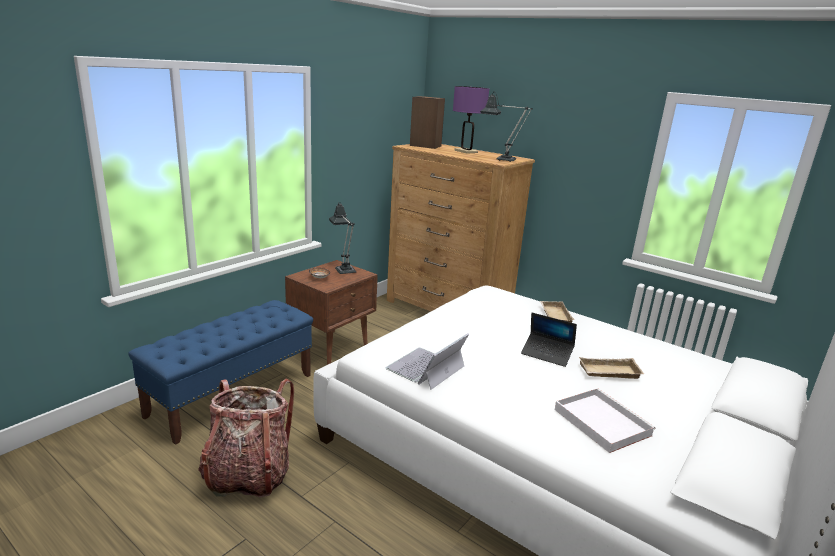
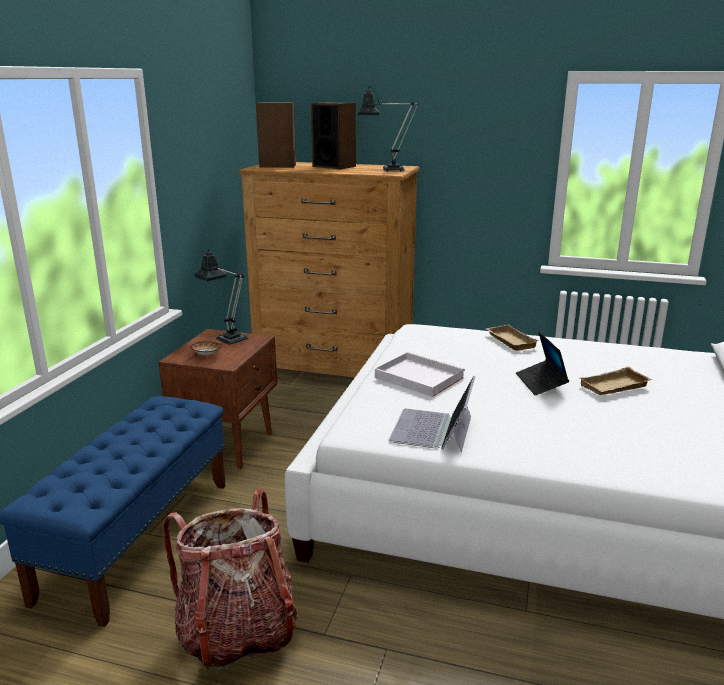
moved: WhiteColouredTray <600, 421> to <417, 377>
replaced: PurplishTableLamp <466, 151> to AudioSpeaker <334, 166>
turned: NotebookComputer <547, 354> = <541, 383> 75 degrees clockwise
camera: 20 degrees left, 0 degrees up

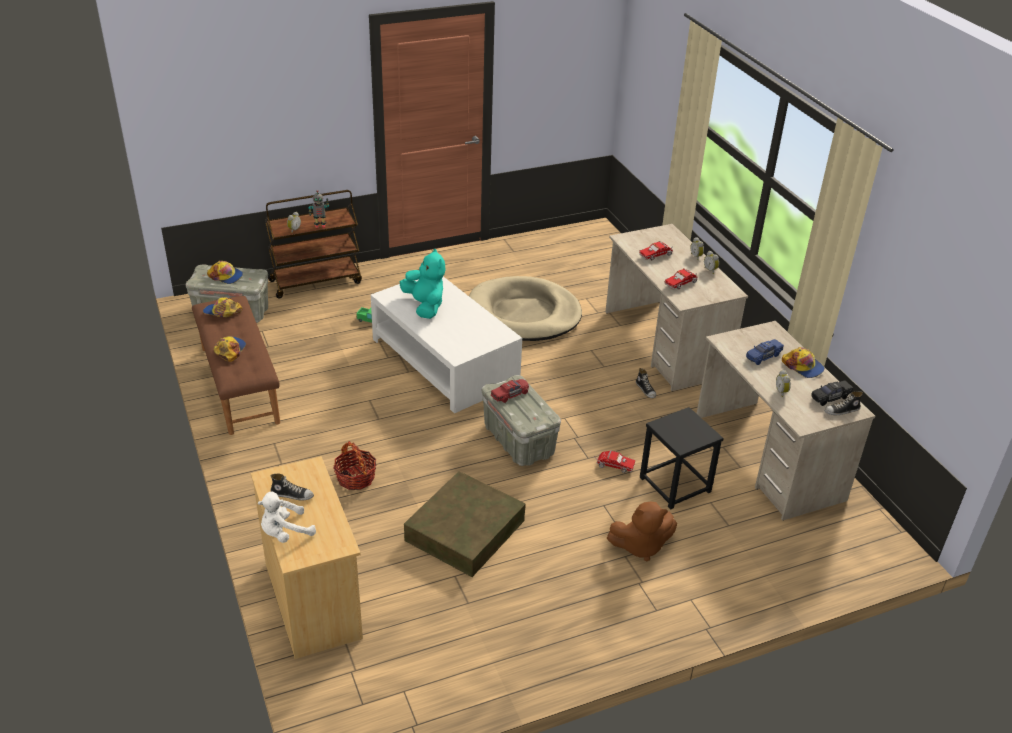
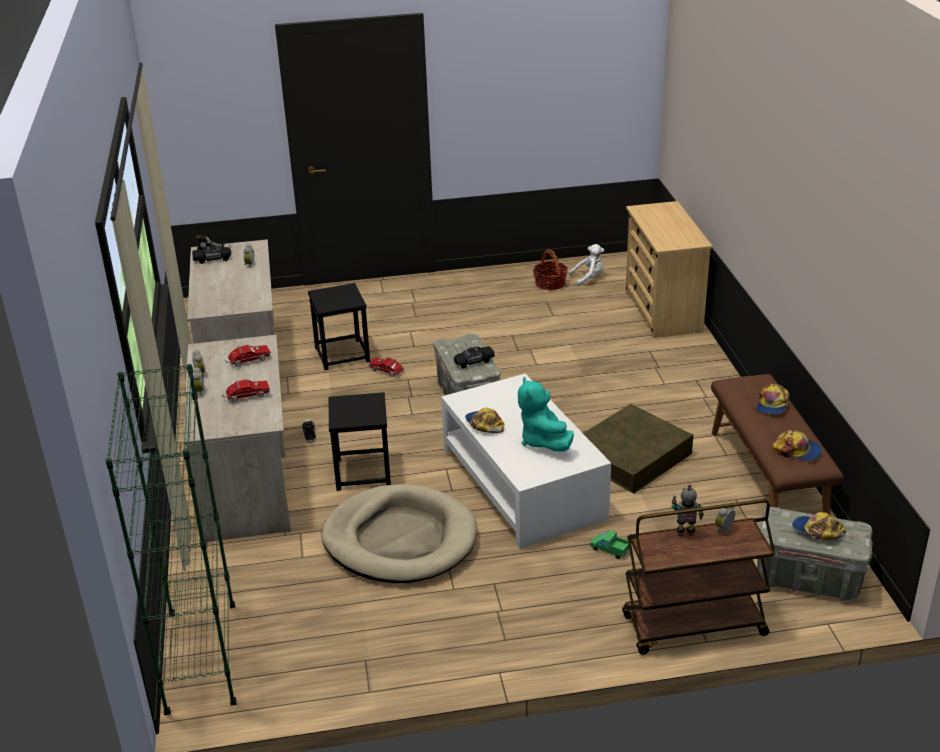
removed: Shoe <292, 494>; BrownishCuddlyToy <640, 546>; BlueColouredModelCar <763, 356>
added: GreenColouredShelvingUnit <201, 659>; BlackStoolSeat <363, 472>
moved: PeakedCap <803, 366> to <484, 424>; StorageBasket <355, 478> to <550, 283>; WhiteColouredCuddlyToy <285, 533> to <588, 278>; BrownishStorageBox <465, 530> to <631, 456>
recoloured: ReddishModelCar <510, 395> to BlackModelCar <474, 361>
camera: 165 degrees left, 5 degrees down

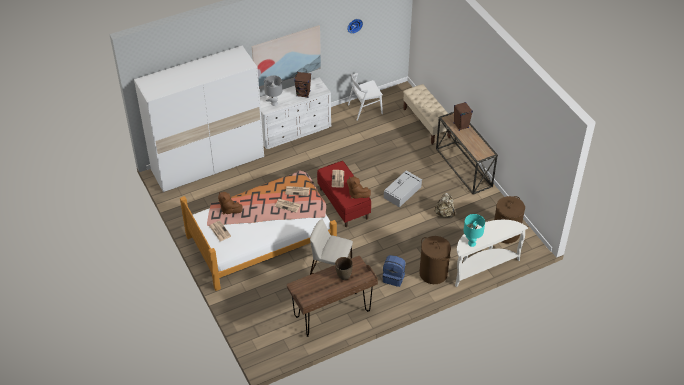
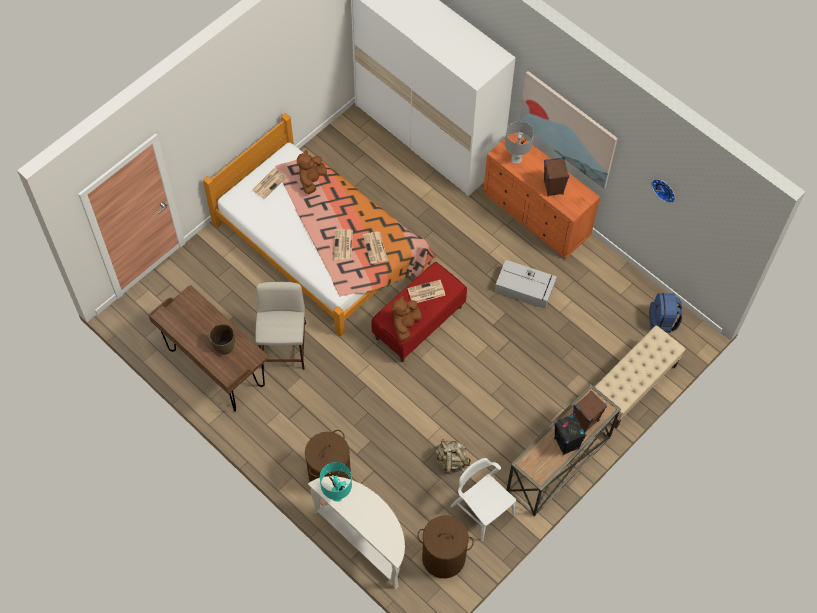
added: BlackAudioSpeaker <566, 443>
moved: WhiteColouredPlainChair <364, 109> to <482, 510>; GreyStorageBox <403, 192> to <525, 288>; BlueColouredRucksack <394, 278> to <662, 321>
recoloured: WhiteColouredDresser <294, 130> to OrangeyDresser <537, 215>
camera: 70 degrees right, 15 degrees up

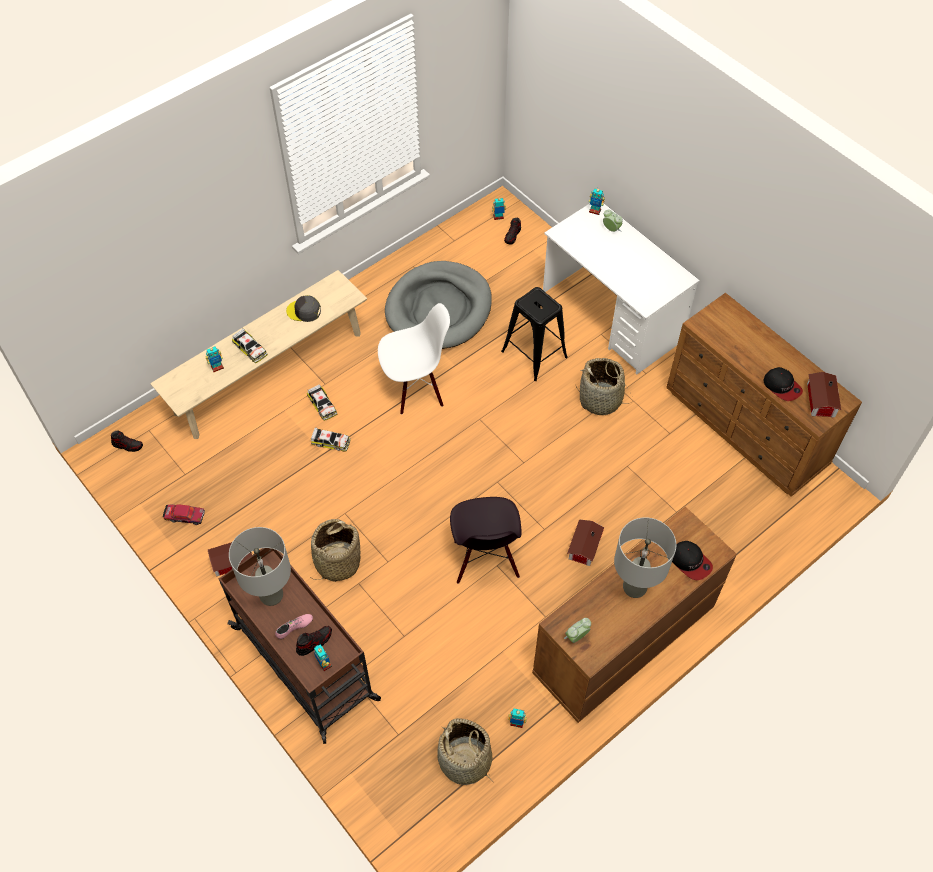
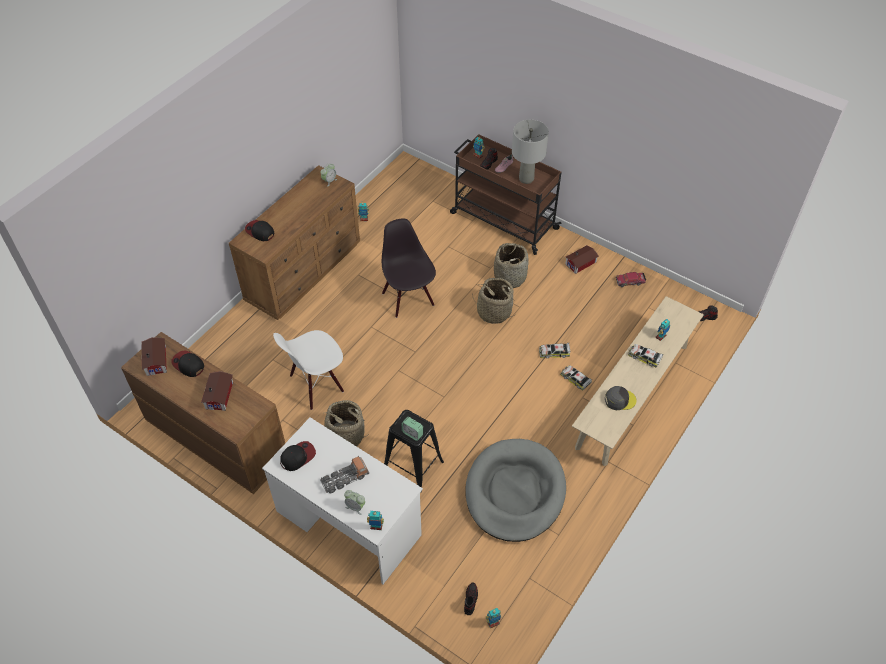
removed: GreyTableLamp <635, 587>
added: PeakedCap <298, 457>; ToyTruck <345, 479>; TableClock <412, 433>
moved: ToyHouse <583, 547> to <220, 394>; WhiteColouredPlainChair <415, 389> to <316, 384>; StorageBasket <465, 761> to <494, 312>
camera: 165 degrees right, 5 degrees down

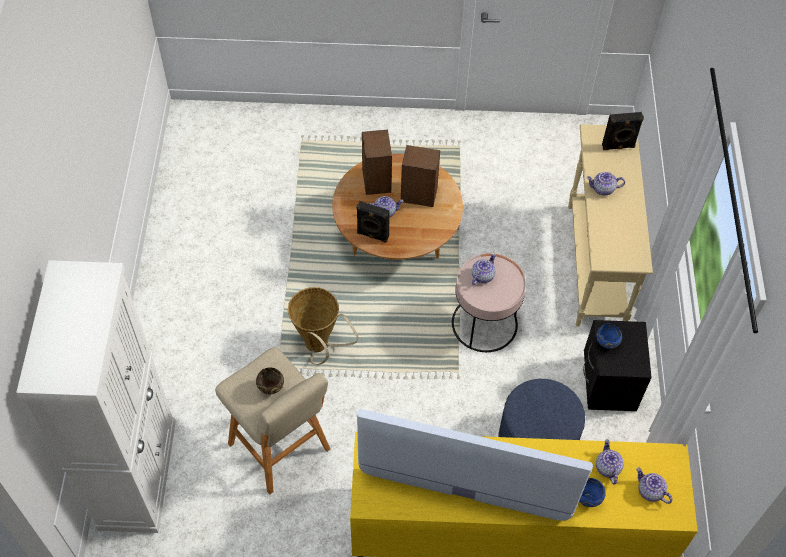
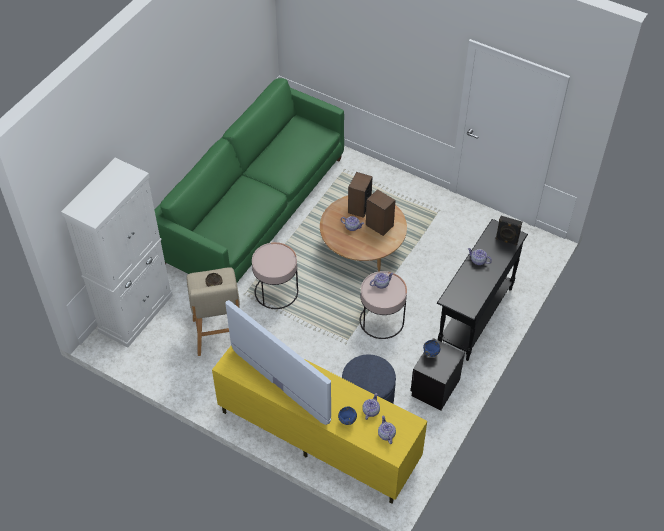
removed: BlackAudioSpeaker <372, 235>
added: GreenColouredSettee <254, 209>
replaced: StorageBasket <319, 348> to PinkColouredAccentTable <276, 291>
recoloured: BeigeNarrowTable <595, 265> to BlackNarrowTable <474, 317>
camera: 30 degrees right, 5 degrees down

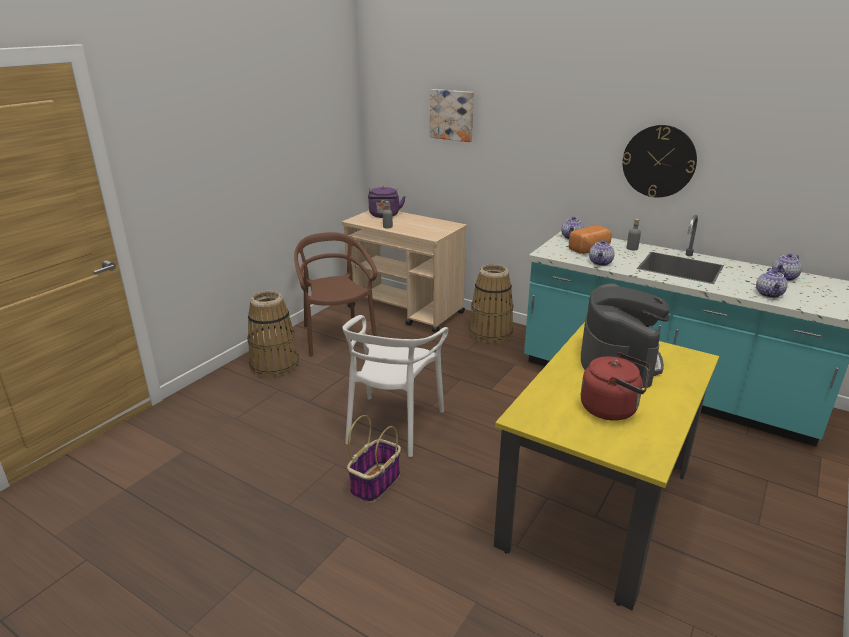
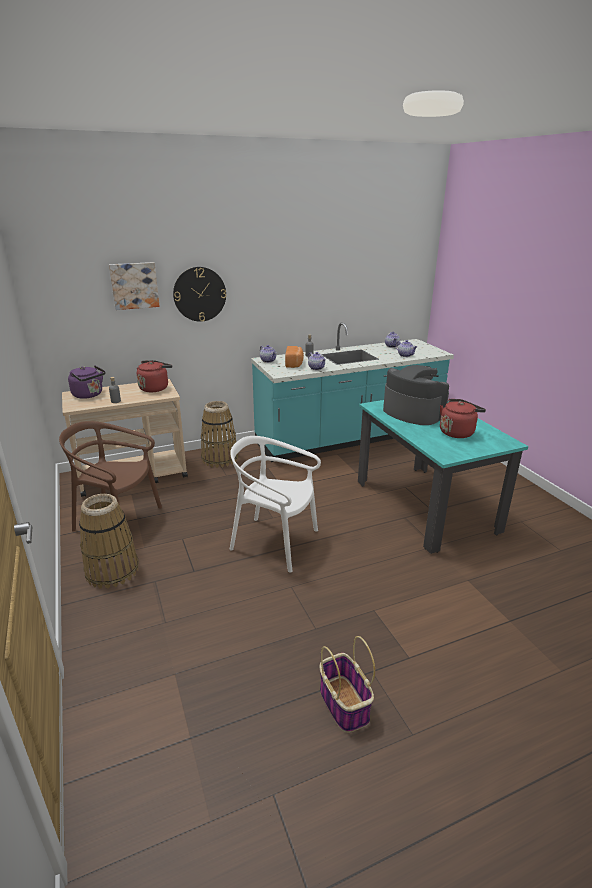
added: ReddishWaterKettle <155, 388>
moved: ClockOnTheWall <659, 161> to <199, 294>; StorageBasket <375, 482> to <343, 703>
recoloured: YellowDinnerTable <597, 506> to TurquoiseColouredDinnerTable <425, 506>
turned: WhiteColouredPlainChair <393, 425> = <275, 542> 150 degrees clockwise
camera: 55 degrees left, 0 degrees up

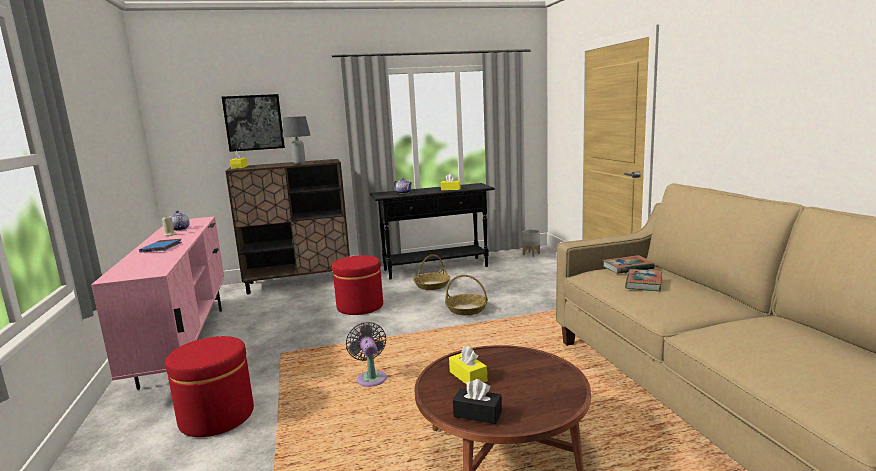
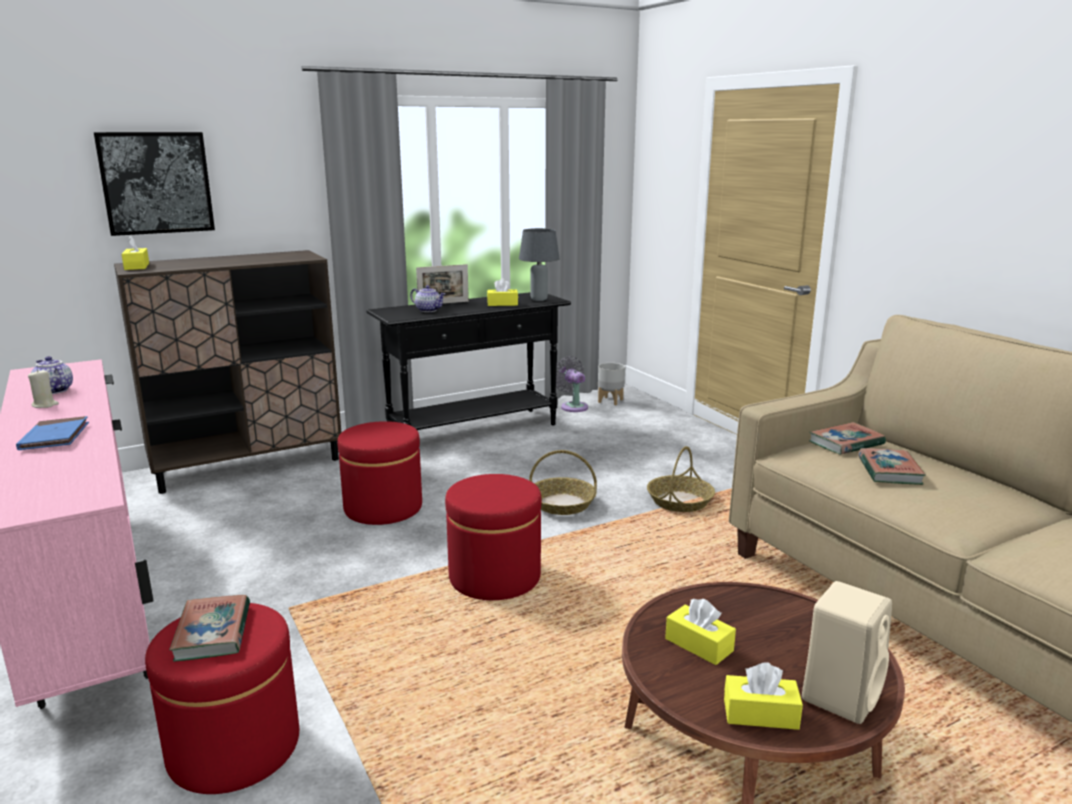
added: Volume <213, 632>; StandingFrame <443, 303>; ReddishOttoman <494, 577>; BeigeAudioSpeaker <841, 694>
moved: GreyTableLamp <299, 164> to <539, 299>; GreyFan <371, 378> to <572, 406>; StorageBasket <432, 285> to <680, 501>
recoloured: BlackTissueBox <477, 414> to YellowTissueBox <760, 714>
camera: 15 degrees left, 5 degrees up

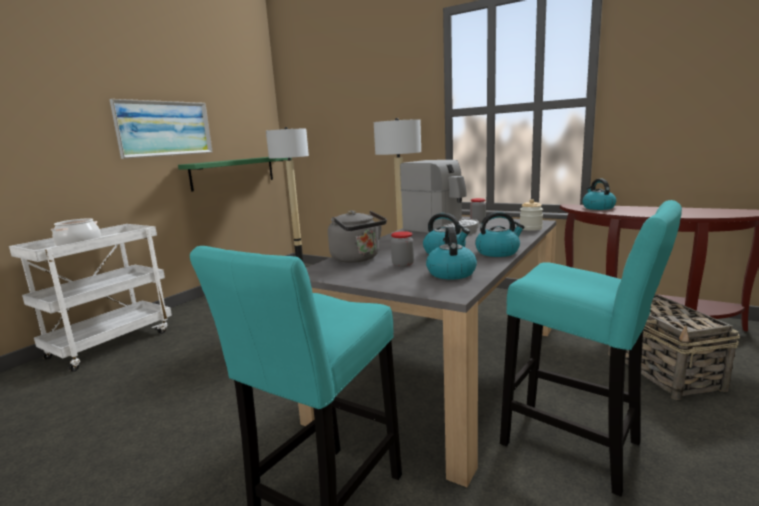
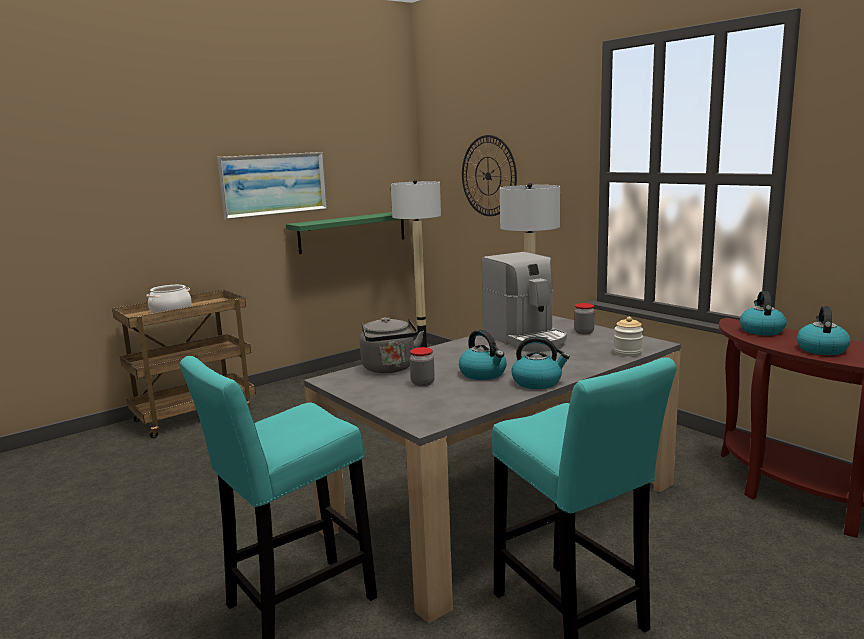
removed: StorageBasket <663, 371>
added: ClockOnTheWall <488, 176>
moved: WaterKettle <450, 273> to <821, 349>
recoloured: WhiteColouredWheeledCart <111, 343> to BrownishWheeledCart <195, 415>
camera: 20 degrees right, 0 degrees up

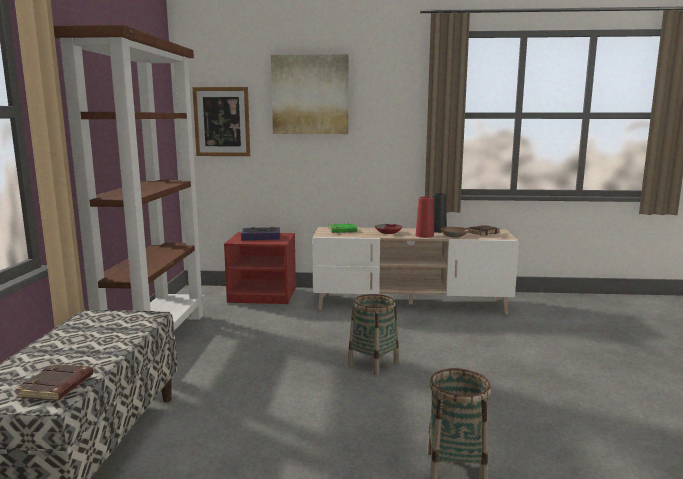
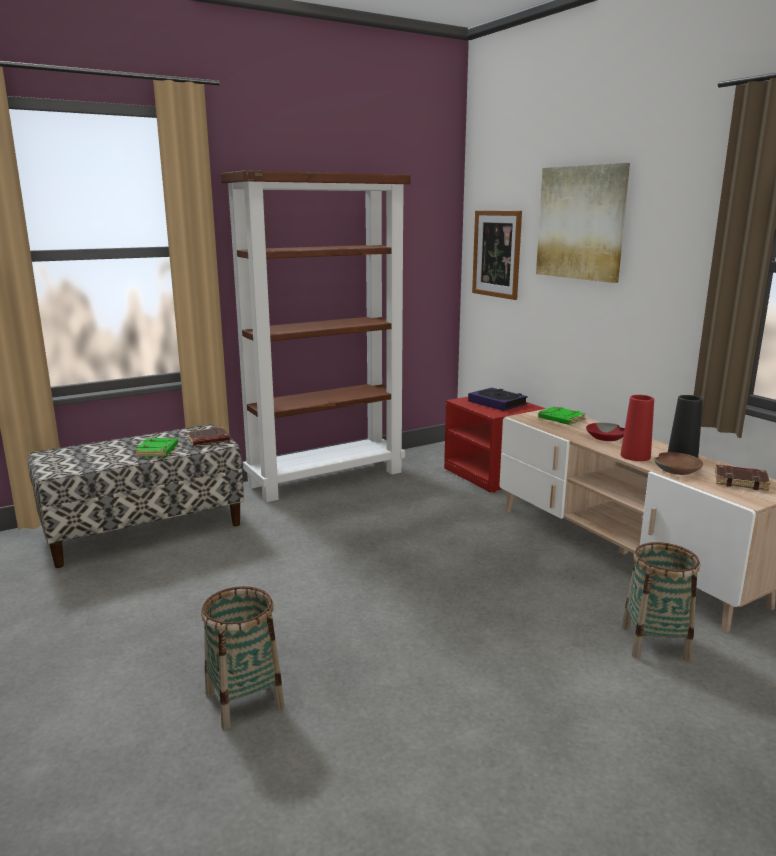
added: GreenColouredVolume <157, 451>
moved: BrownishVolume <57, 387> to <208, 440>; StorageBasket <373, 363> to <655, 643>
camera: 55 degrees right, 5 degrees up

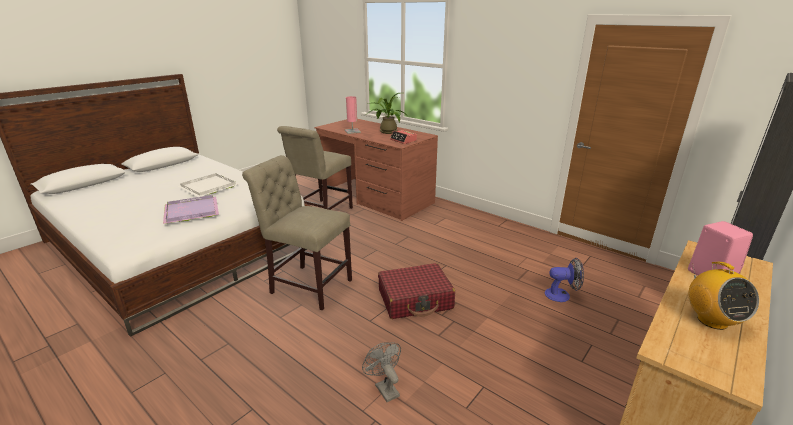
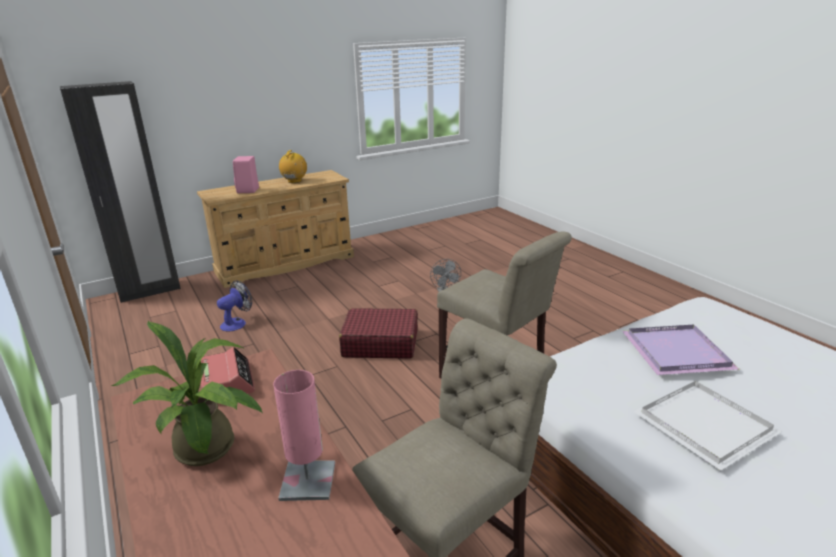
turned: Fan <561, 295> = <237, 323> 105 degrees clockwise
camera: 160 degrees left, 0 degrees up

